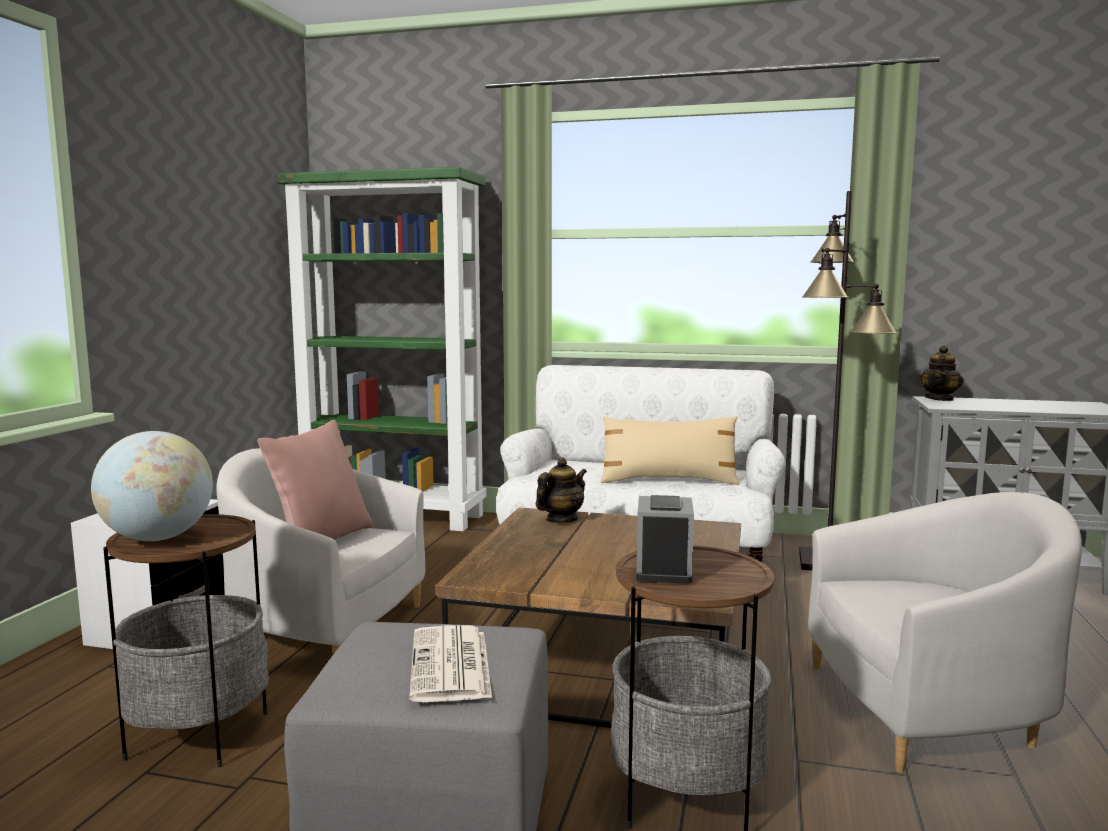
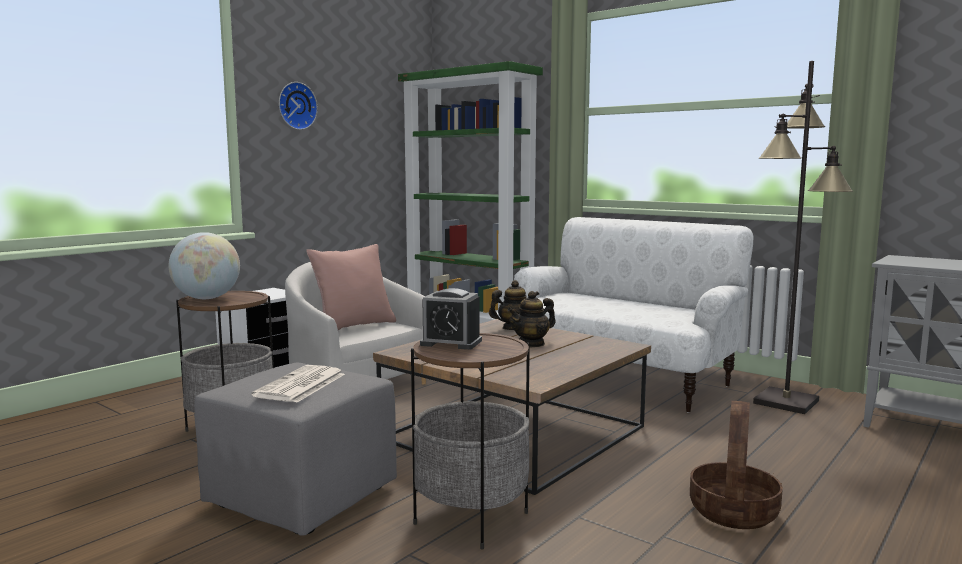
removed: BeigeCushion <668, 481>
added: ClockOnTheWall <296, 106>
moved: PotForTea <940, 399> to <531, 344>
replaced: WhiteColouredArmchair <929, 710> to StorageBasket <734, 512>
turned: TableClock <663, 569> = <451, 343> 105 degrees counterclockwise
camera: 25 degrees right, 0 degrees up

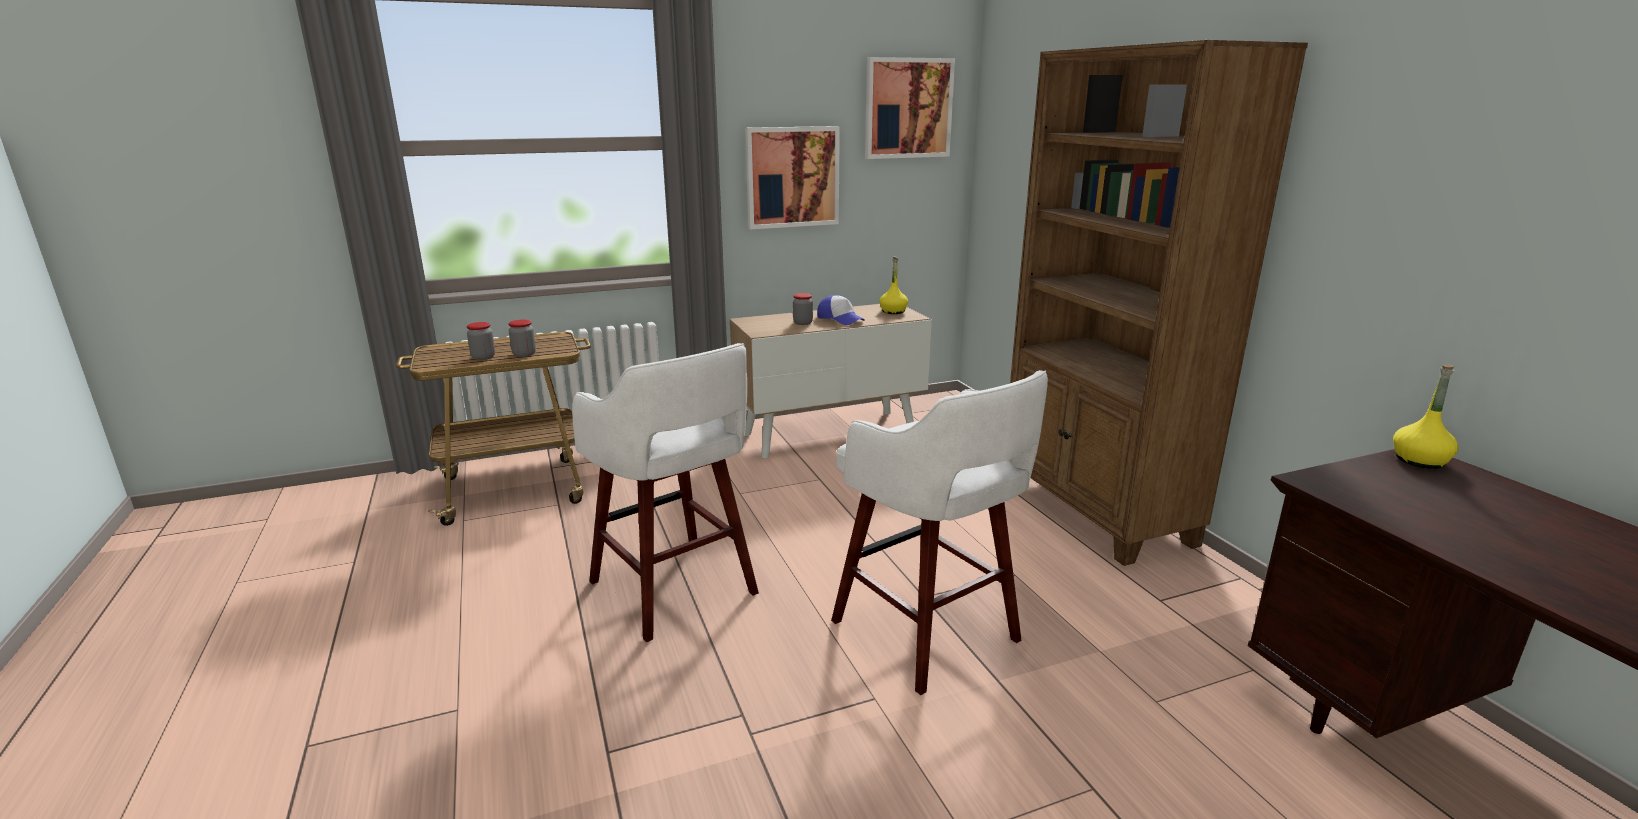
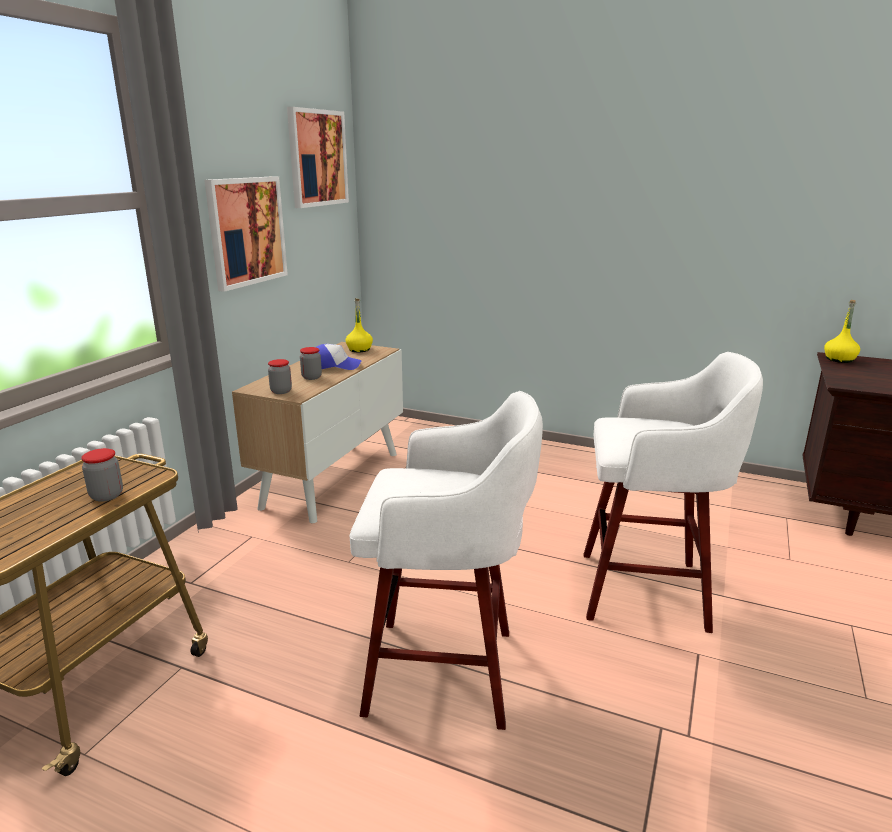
removed: BrownishShelvingUnit <1095, 511>
moved: StorageJar <483, 357> to <281, 391>
camera: 45 degrees left, 0 degrees up

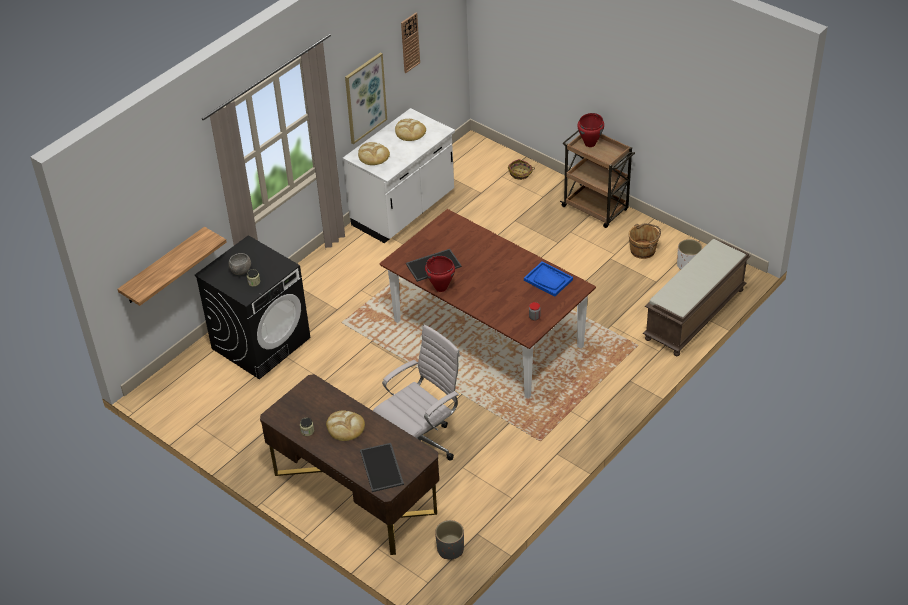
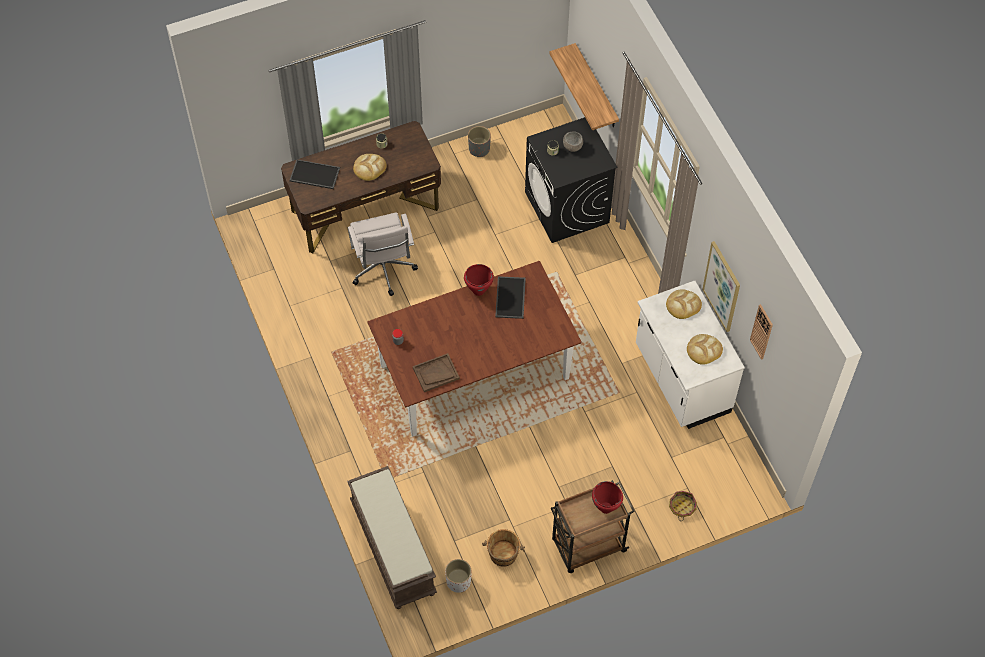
moved: GreyPlanter <450, 549> to <479, 149>
recoloured: BlueColouredTray <548, 280> to BrownishTray <436, 373>
camera: 115 degrees right, 15 degrees up

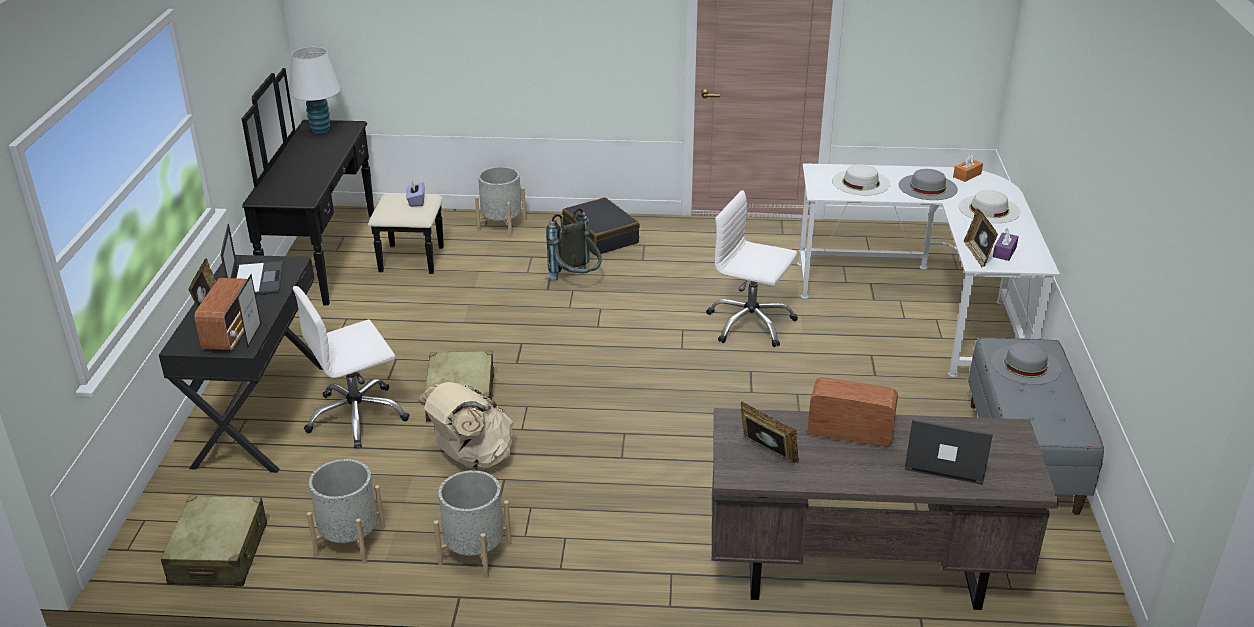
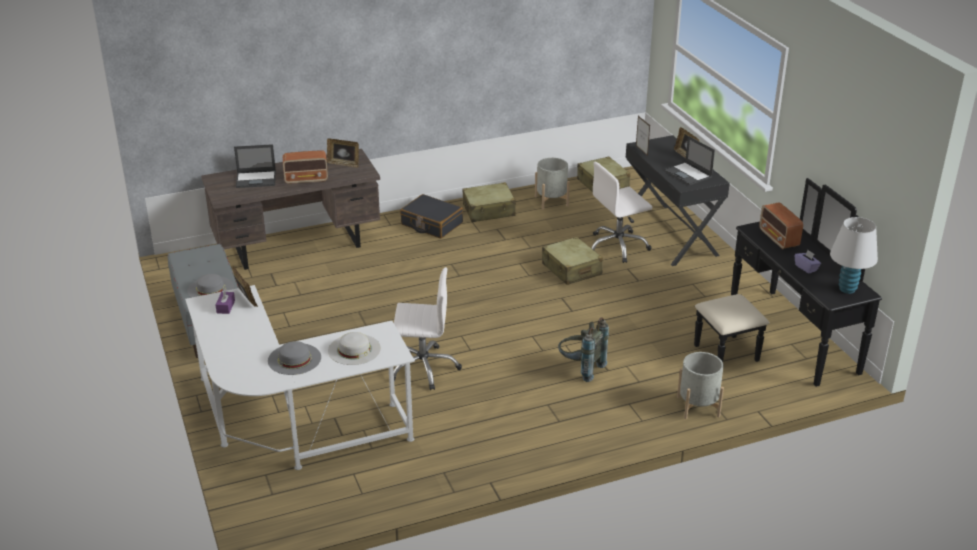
removed: BeigeRucksack <471, 457>; OrangeyTissueBox <967, 175>; WhiteColouredClothingHat <989, 209>
moved: BlackPieceOfLuggage <601, 236> to <431, 224>; Radio <230, 333> to <779, 239>; PurplishTissueBox <416, 201> to <806, 268>
replaced: GreyPlanter <475, 553> to BeigePieceOfLuggage <489, 210>
turned: WhiteColouredComputerChair <357, 416> = <618, 246> 150 degrees counterclockwise
camera: 155 degrees right, 0 degrees up

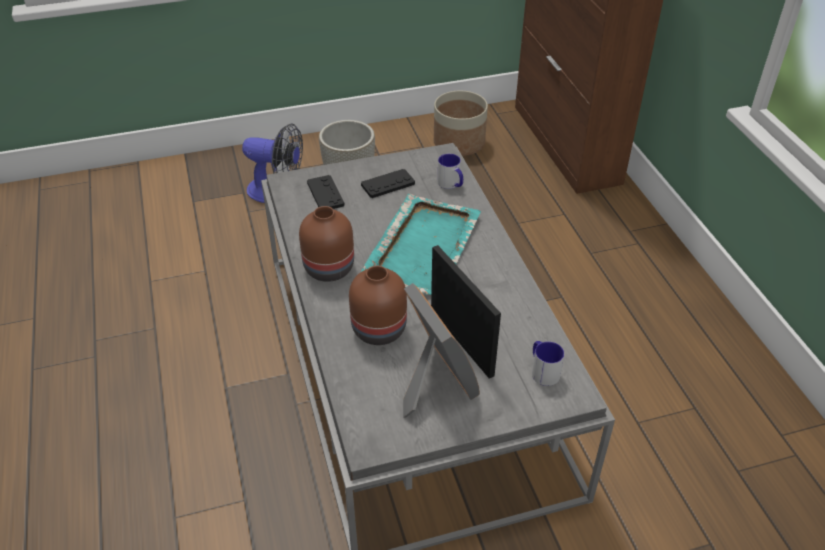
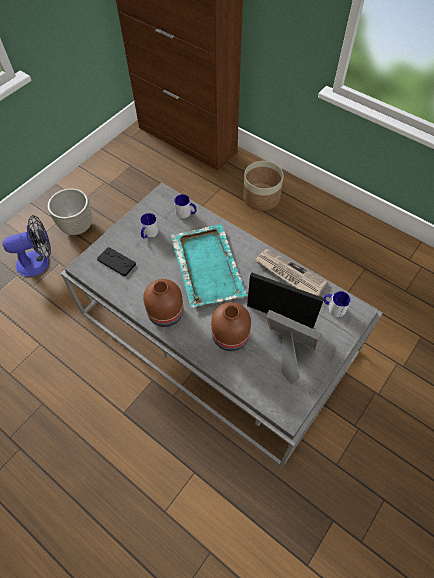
added: Newspaper <289, 274>
moved: Planter <459, 142> to <261, 197>
replaced: BlackJoypad <388, 184> to CoffeeMug <149, 233>
camera: 35 degrees left, 15 degrees up

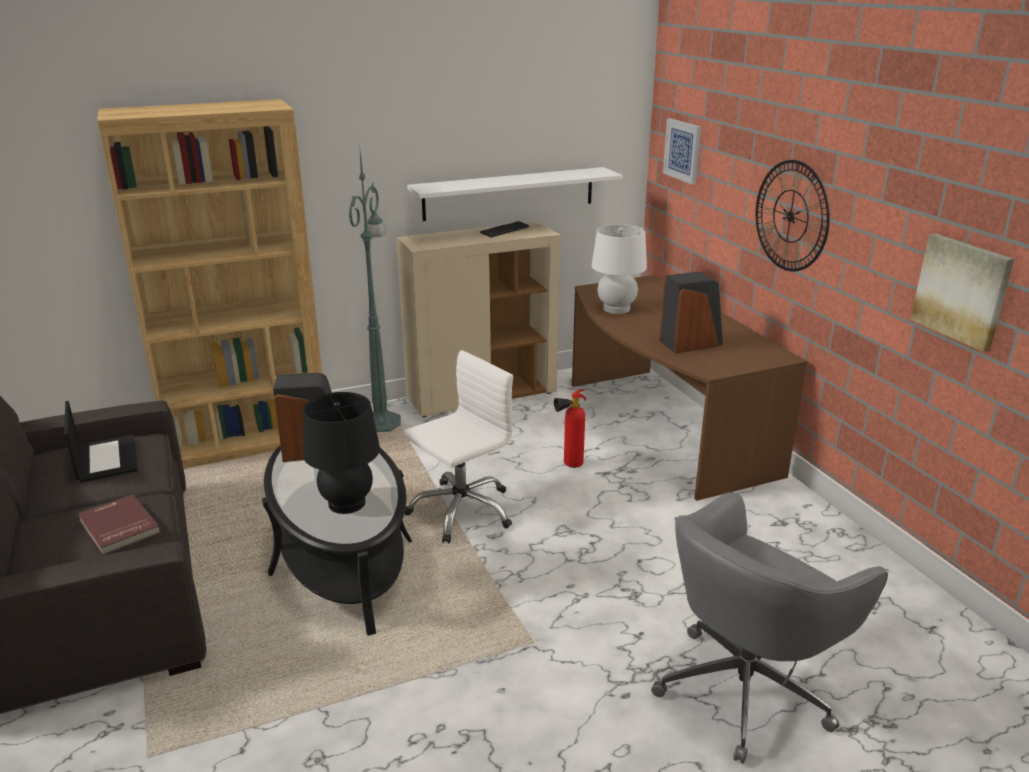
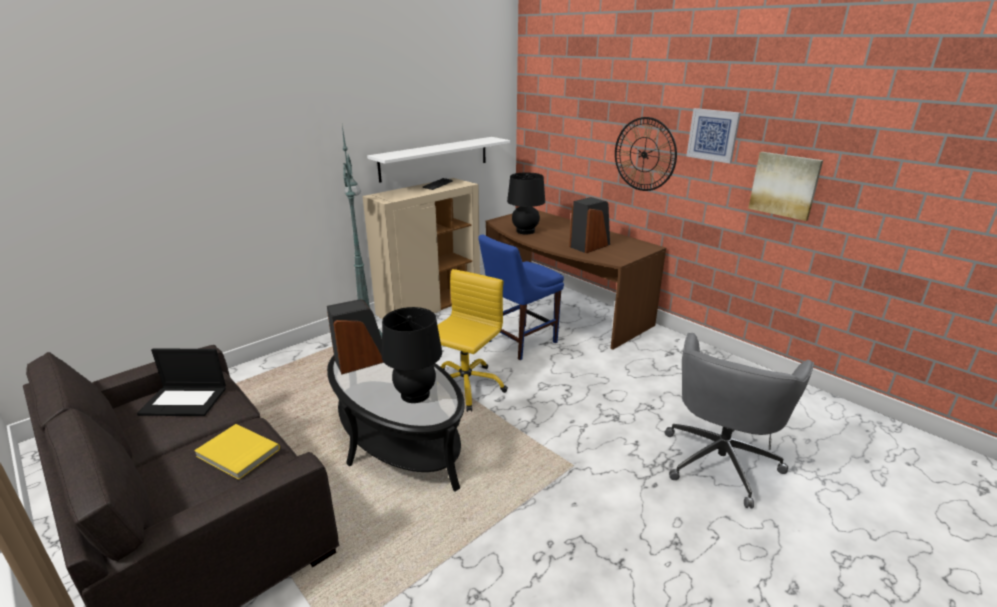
removed: BrownishShelvingUnit <249, 441>
moved: Picture <683, 150> to <713, 135>
replaced: Extinguisher <569, 465> to BlueColouredPlainChair <519, 342>
recoloured: ReddishVolume <118, 527> to YellowVolume <237, 453>; WhiteColouredComputerChair <461, 510> to YellowComputerChair <465, 387>; WhiteColouredTableLamp <616, 309> to BlackTableLamp <525, 231>
turned: NotebookComputer <105, 459> = <185, 400> 135 degrees clockwise
camera: 20 degrees left, 0 degrees up

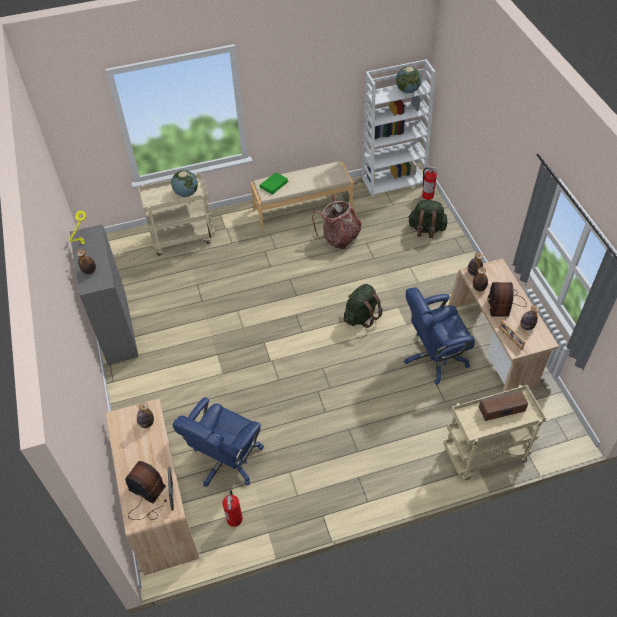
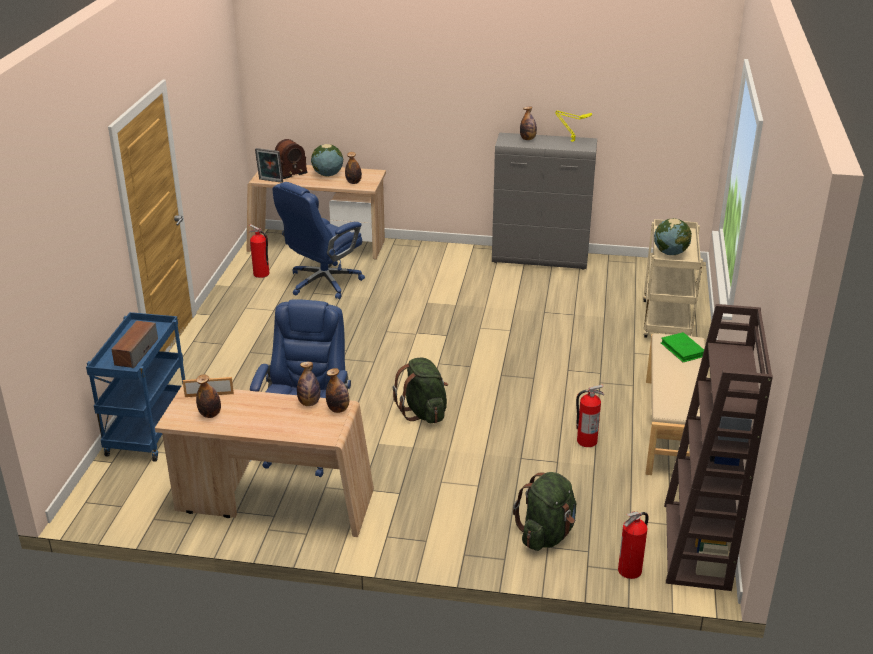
removed: Radio <504, 303>
moved: Globe <407, 90> to <327, 175>
replaced: Rucksack <339, 237> to Extinguisher <586, 441>
recoloured: BeigeWheeledCart <484, 455> to BlueColouredWheeledCart <147, 430>; WhiteColouredShelvingUnit <394, 179> to BrownishShelvingUnit <697, 546>
turned: BlueColouredComputerChair <226, 460> = <323, 283> 105 degrees counterclockwise
camera: 115 degrees right, 20 degrees down

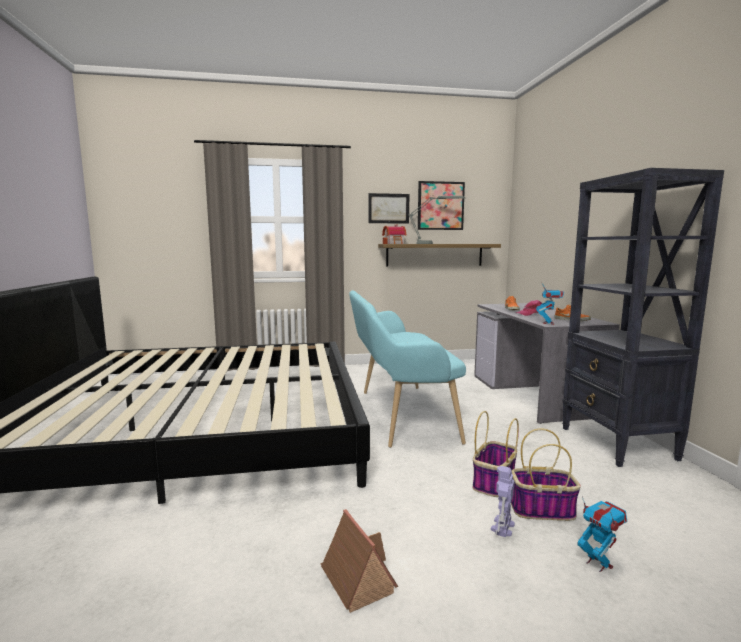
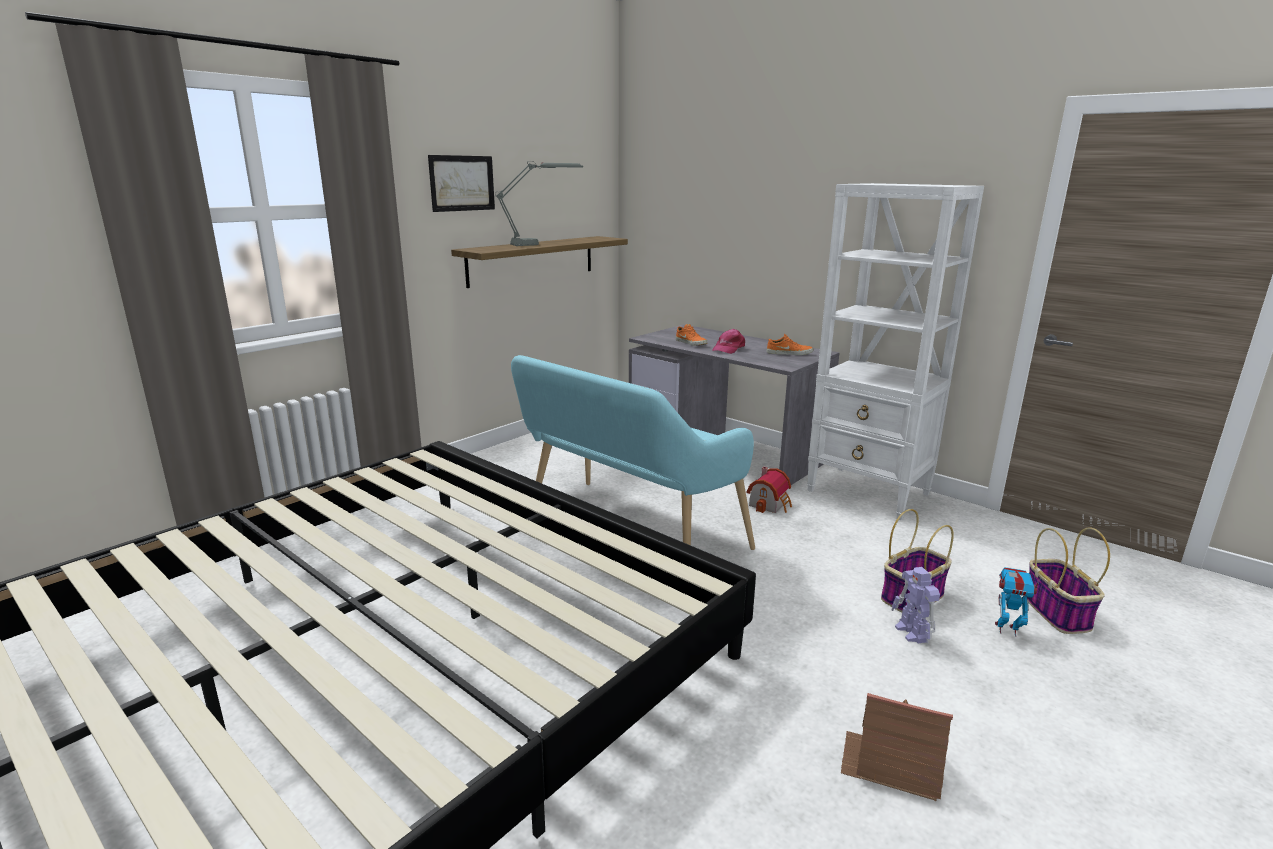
removed: Picture <440, 206>; RobotFigure <548, 323>
moved: ToyHouse <395, 243> to <770, 504>; StorageBasket <493, 483> to <1057, 613>
recoloured: BlackShelvingUnit <617, 444> to WhiteColouredShelvingUnit <869, 493>
camera: 40 degrees left, 10 degrees up

